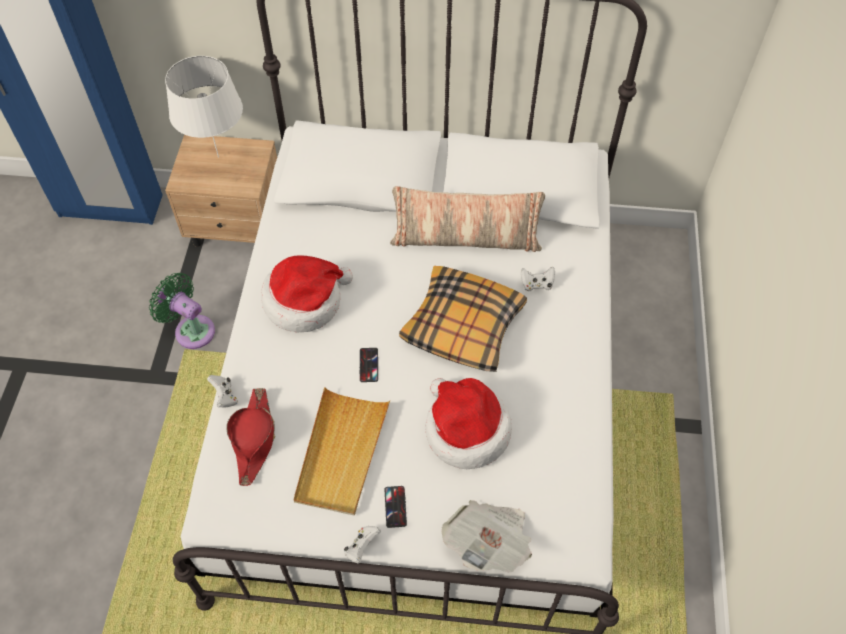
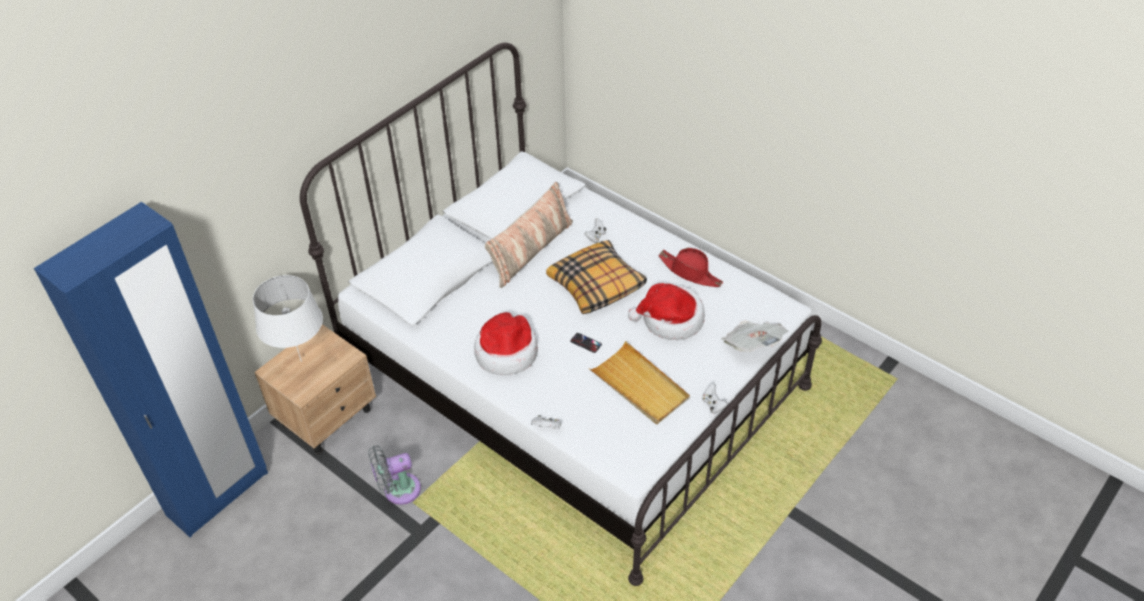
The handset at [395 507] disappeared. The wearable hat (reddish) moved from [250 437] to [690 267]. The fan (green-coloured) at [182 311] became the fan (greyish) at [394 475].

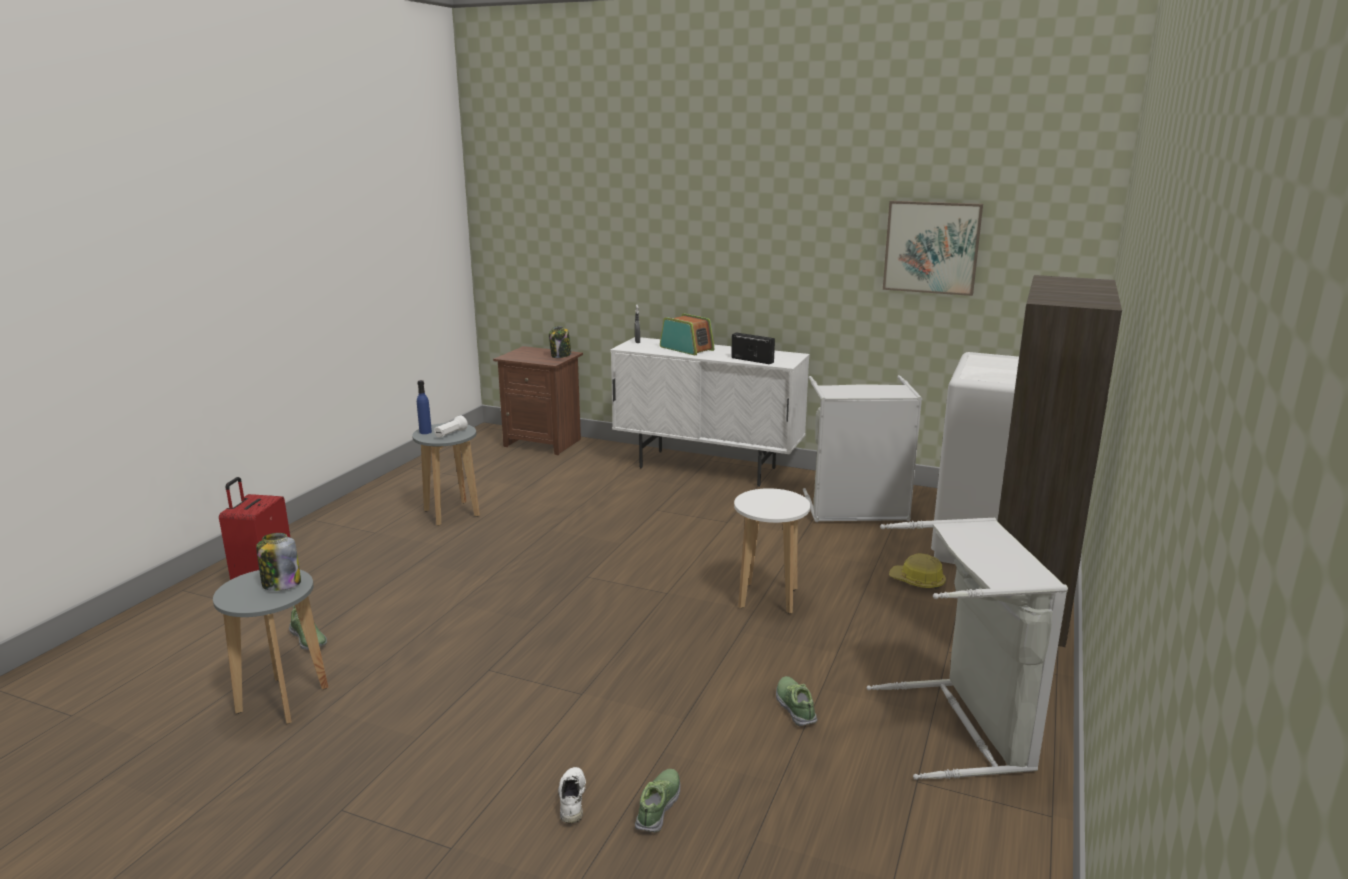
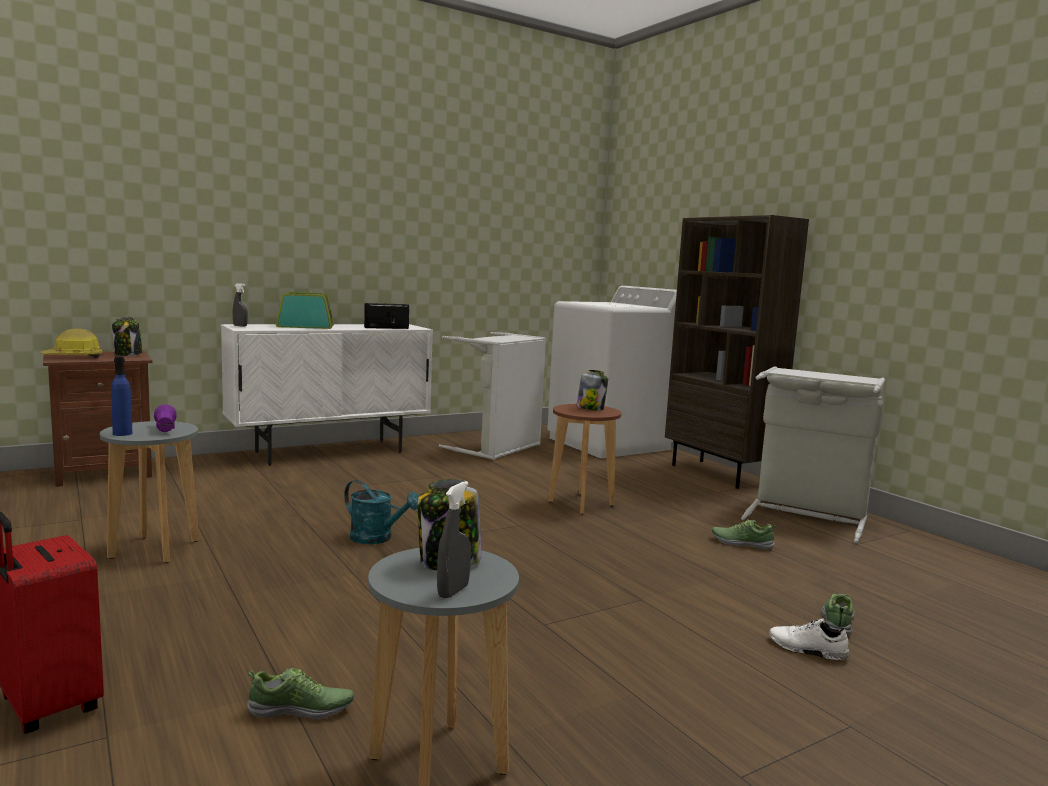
The wall art at [933 248] disappeared. The sprinkling can (blue-green) at [381 512] appeared. The sprayer (greyish) at [454 539] appeared. The storage jar at [592 390] appeared. The hard hat moved from [917 571] to [71 343]. The flashlight (white-coloured) at [451 427] became the flashlight (purple) at [165 418]. The stool (white-coloured) at [772 551] became the stool (brownish) at [585 459]. The low shoe at [658 801] turned 60 degrees clockwise.

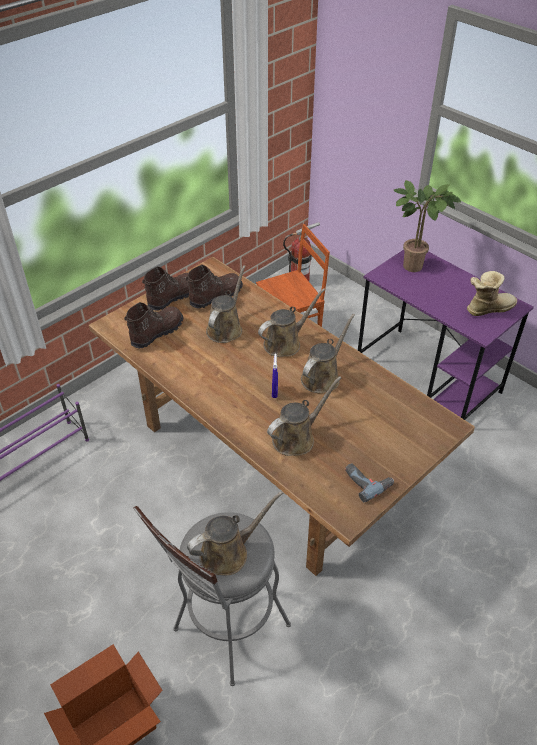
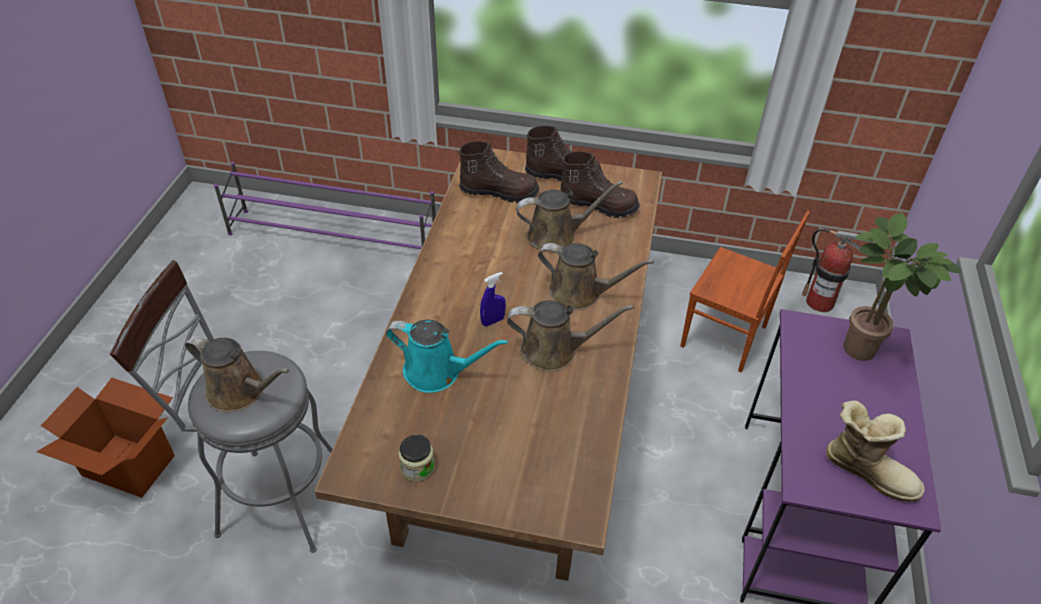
The power drill at [369 482] was replaced by the storage jar at [416 458]. The sprinkling can (brownish) at [304 416] became the sprinkling can (blue-green) at [447 356].

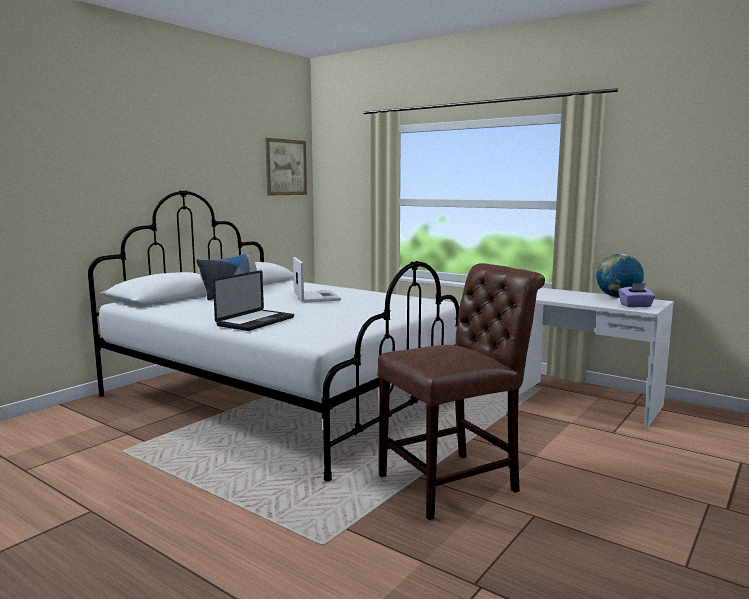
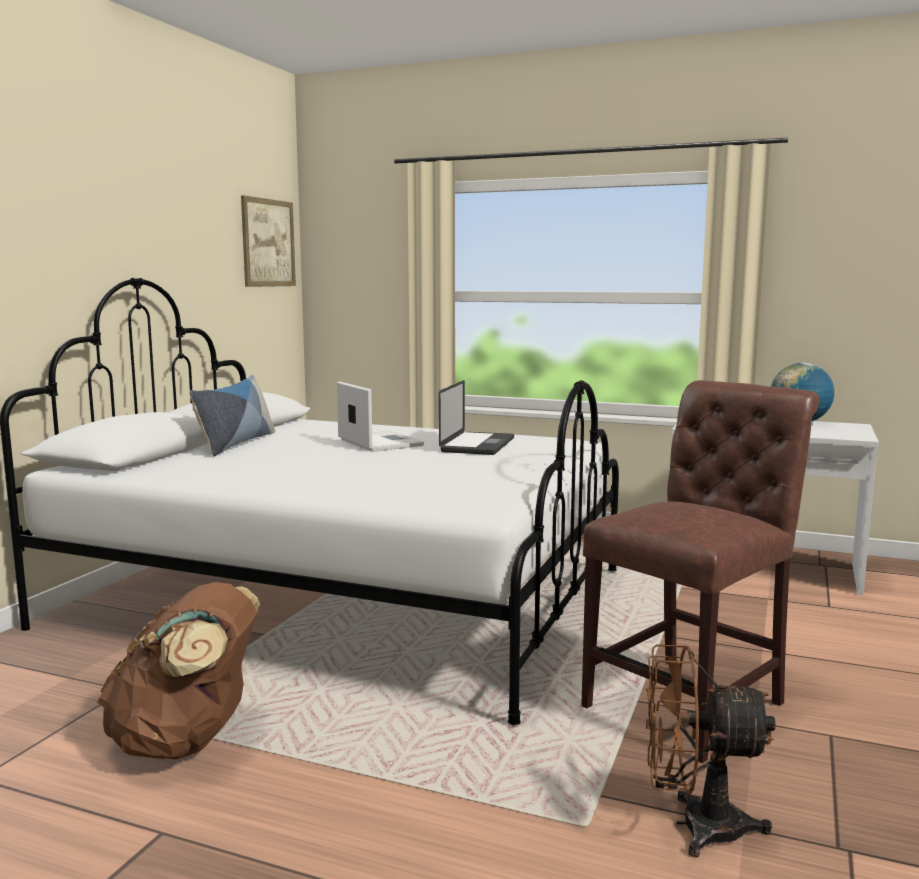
The box of tissues (purple) at [637 295] disappeared. The rucksack (brownish) at [178 670] appeared. The fan (brownish) at [711 750] appeared. The laptop moved from [253 300] to [476 417].

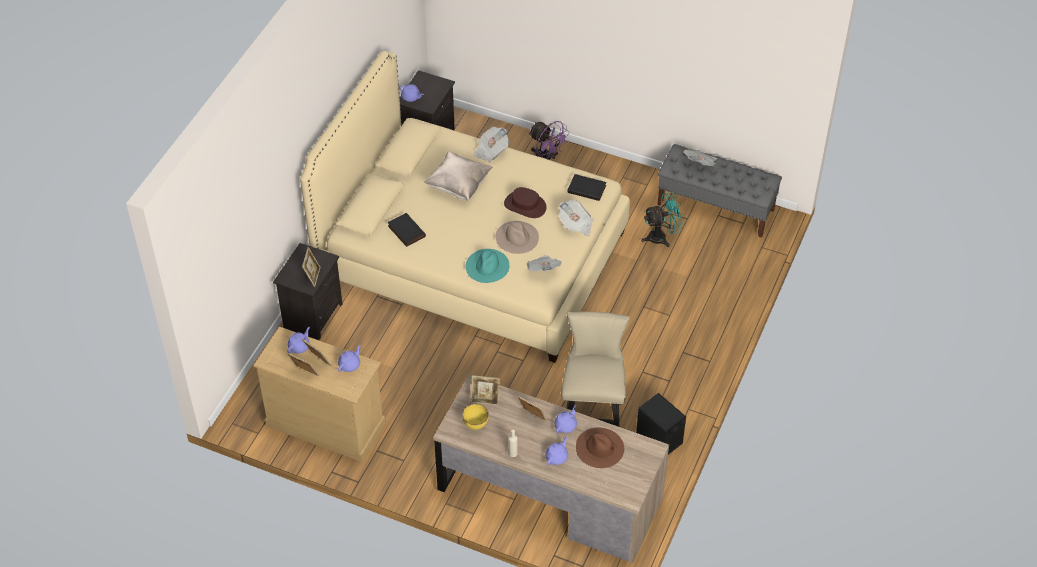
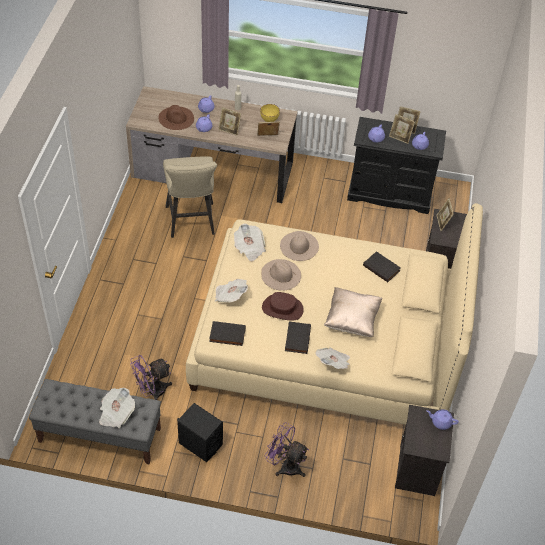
The volume (black) at [298 337] appeared. The speaker (black) moved from [661 423] to [200 432]. The dresser (sand-coloured) at [320 394] became the dresser (black) at [396 165]. The wearable hat (blue-green) at [487 266] became the wearable hat (sand-coloured) at [299 246]. The fan (blue-green) at [662 219] became the fan (purple) at [151 377].

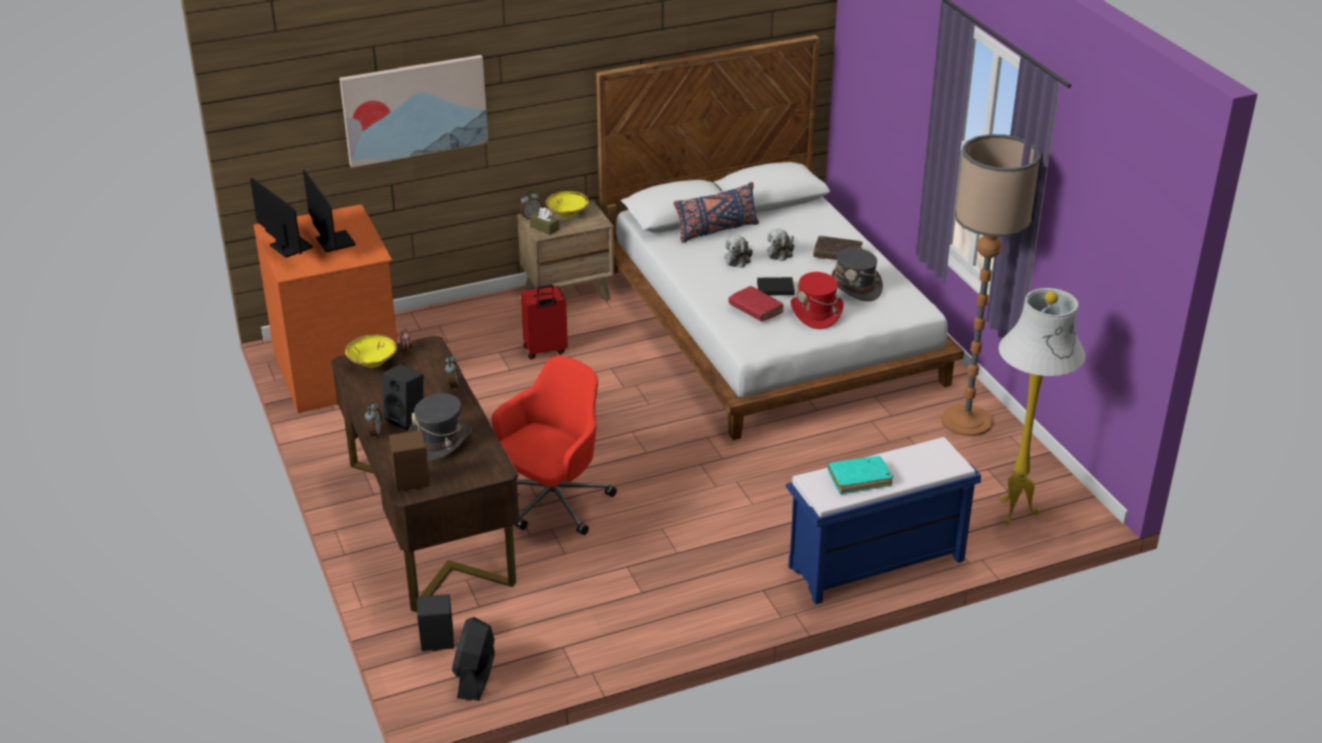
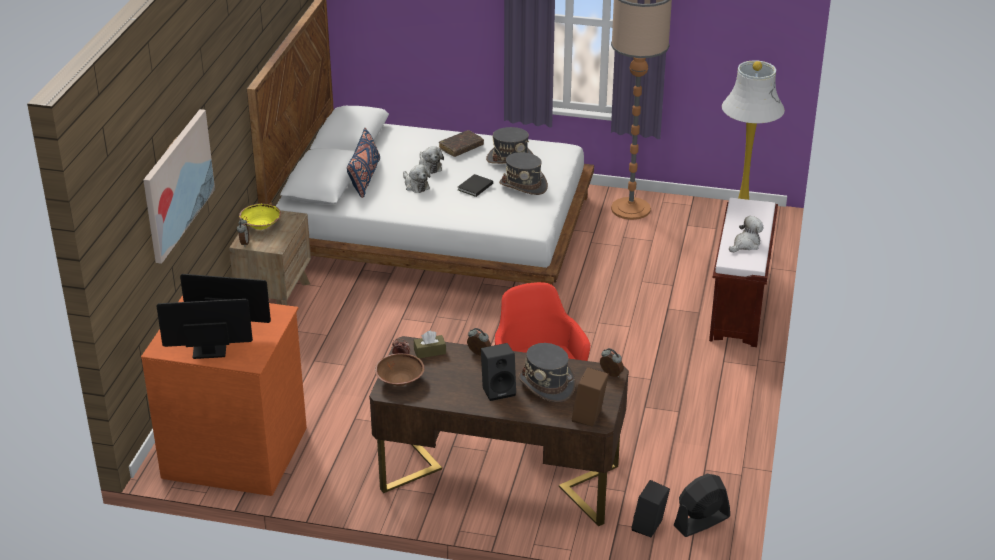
The suitcase (reddish) at [544 321] disappeared. The volume (reddish) at [756 303] disappeared. The bedside clock moved from [373 420] to [612 362]. The box of tissues (brownish) moved from [544 221] to [430 344]. The volume (blue-green) at [860 475] was replaced by the soft toy at [746 234]. The serving bowl (yellowish) at [371 351] became the serving bowl (brownish) at [400 369]. The indoor bench (bluish) at [883 521] became the indoor bench (brownish) at [743 272]. The wearable hat (reddish) at [817 300] became the wearable hat (greyish) at [523 173]. The fan (black) at [473 659] turned 105 degrees clockwise.

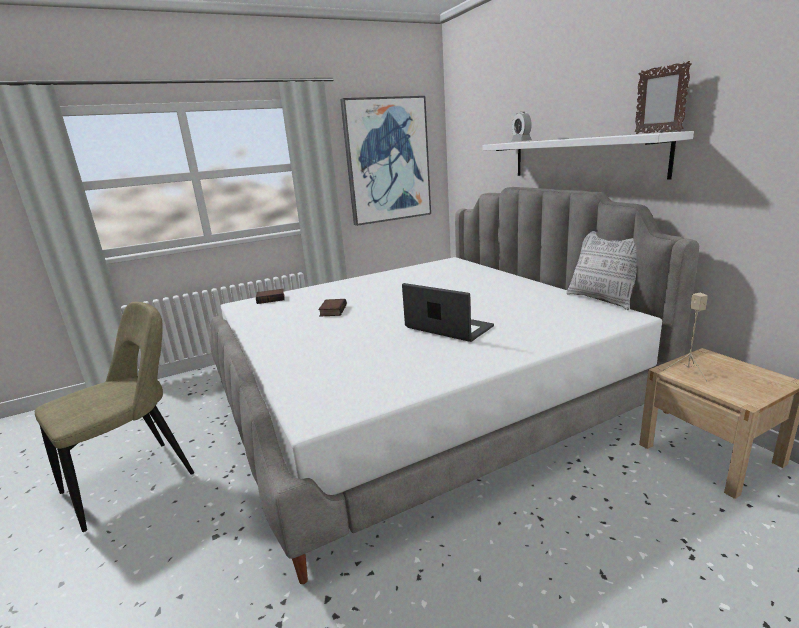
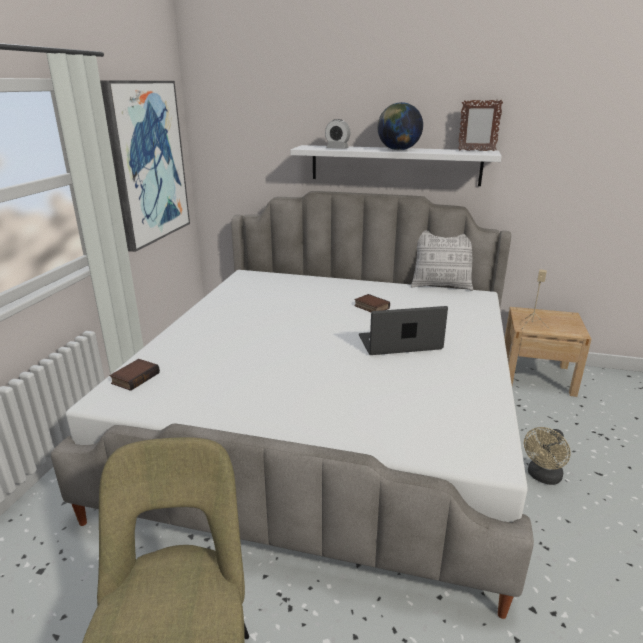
The world globe at [400 126] appeared. The fan (sand-coloured) at [547 456] appeared. The volume moved from [332 308] to [372 303].

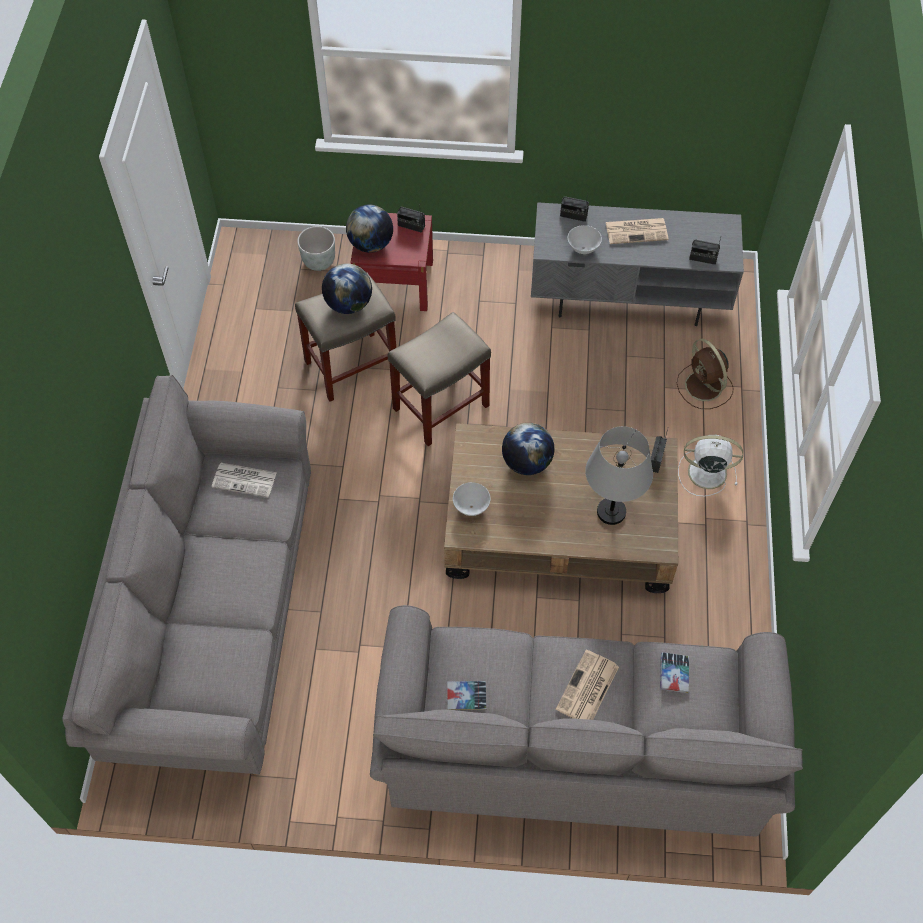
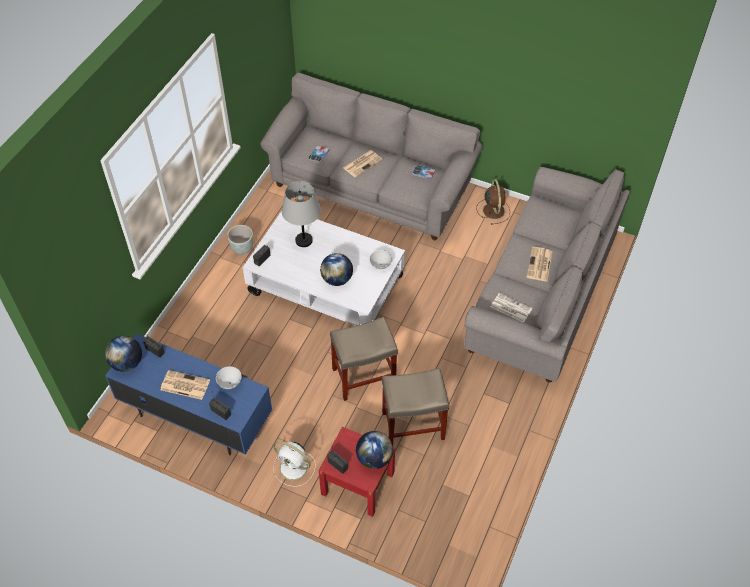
The daily paper at [539 264] appeared. The plant pot (greyish) moved from [316 248] to [240 240]. The world globe moved from [347 288] to [123 354]. The fan (brownish) moved from [705 374] to [493 202]. The fan (white-coloured) moved from [710 466] to [294 464]. The coffee table (brownish) at [561 508] became the coffee table (white-coloured) at [324 268]. The tv unit (greyish) at [637 264] became the tv unit (bluish) at [188 394].

